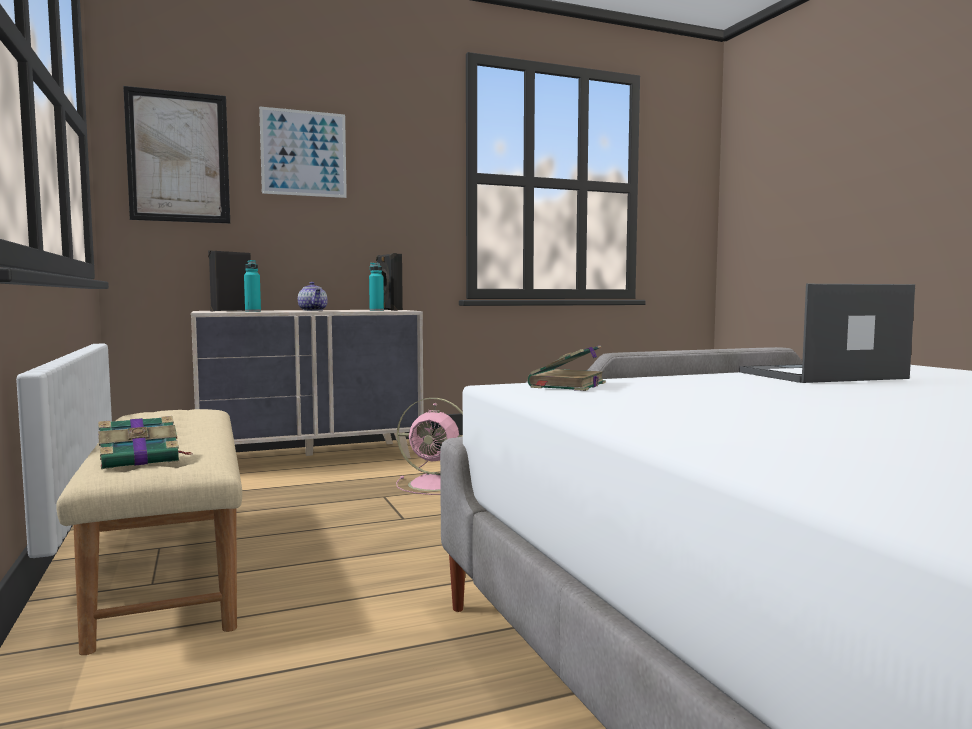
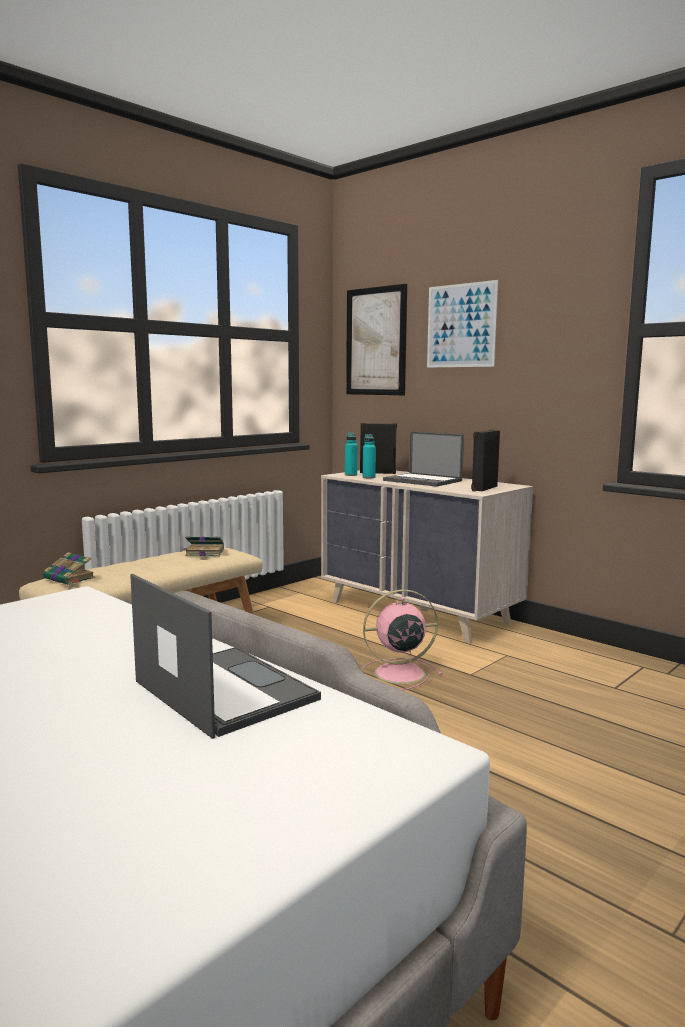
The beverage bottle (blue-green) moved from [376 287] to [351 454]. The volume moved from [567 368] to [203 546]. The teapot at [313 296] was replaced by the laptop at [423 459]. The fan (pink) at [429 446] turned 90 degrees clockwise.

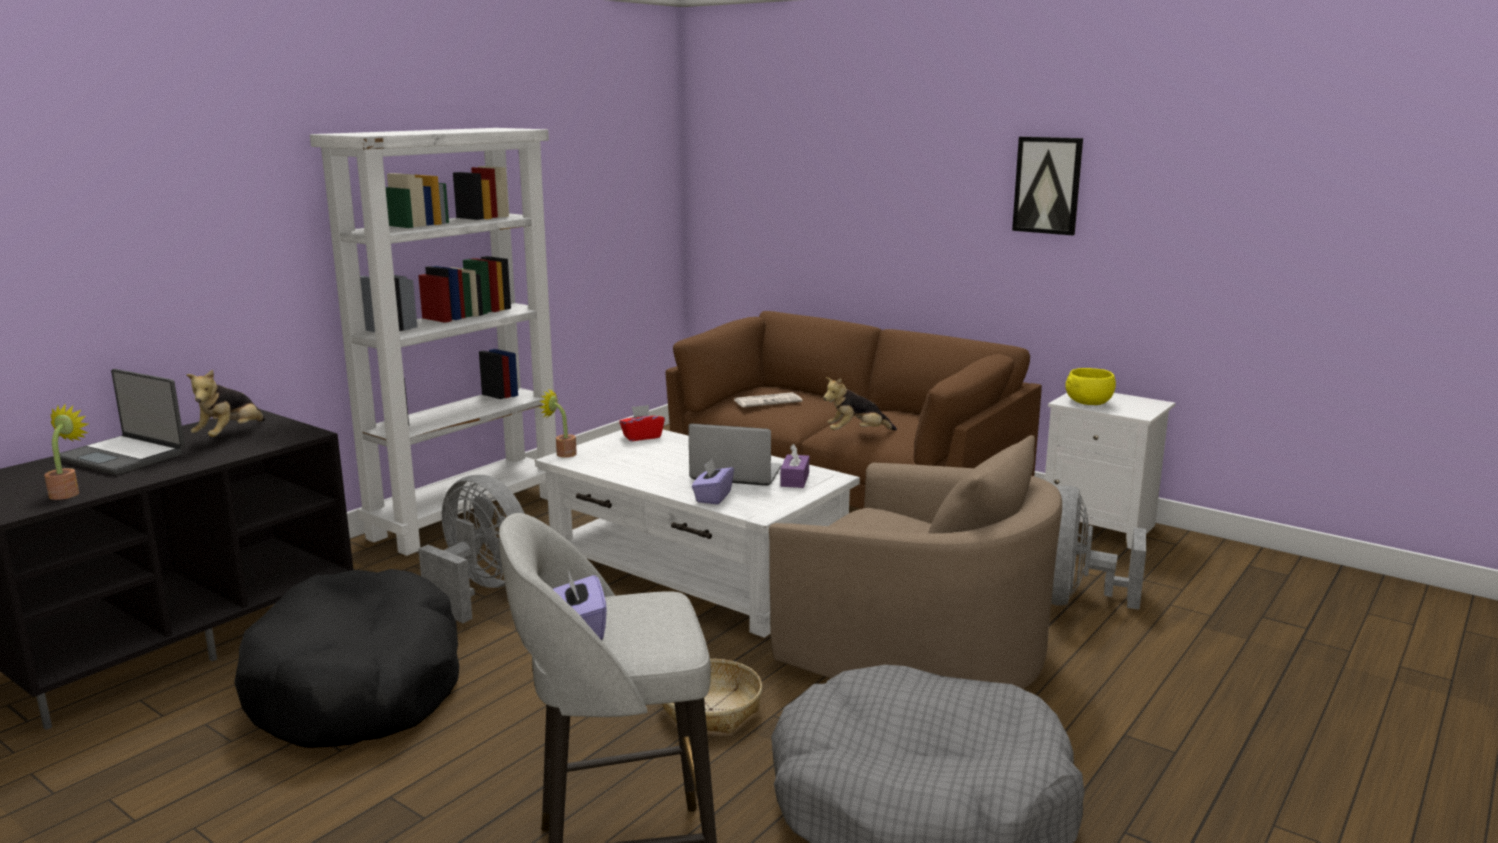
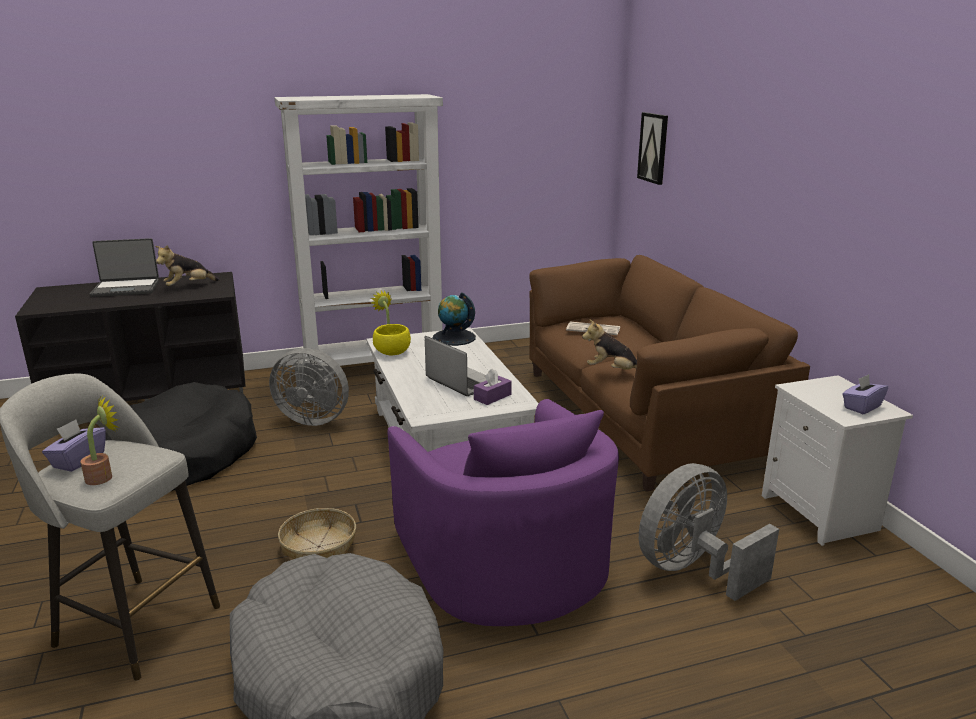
The houseplant moved from [66 452] to [100 440]. The box of tissues (purple) moved from [713 482] to [865 394]. The wall art moved from [1047 186] to [652 148]. The serving bowl (yellowish) moved from [1090 386] to [392 340]. The box of tissues (reddish) at [642 423] was replaced by the world globe at [454 319]. The lounge chair (sand-coloured) at [915 562] became the lounge chair (purple) at [503 512]. The laptop at [122 422] turned 75 degrees counterclockwise. The fan (greyish) at [471 549] turned 120 degrees clockwise.

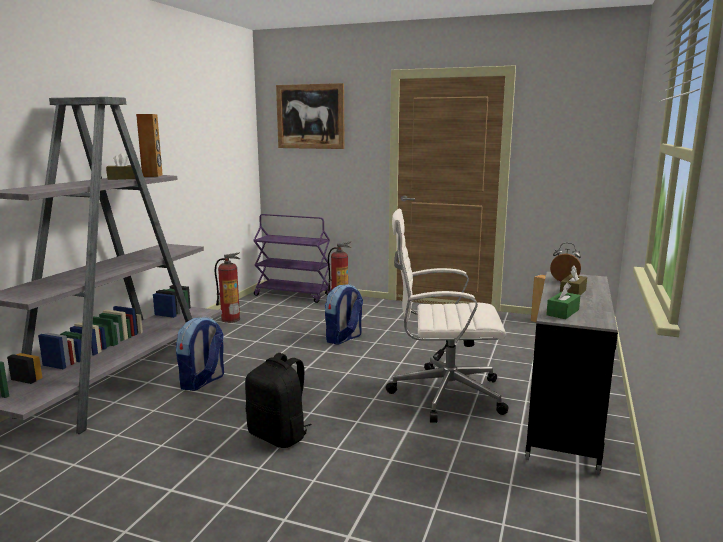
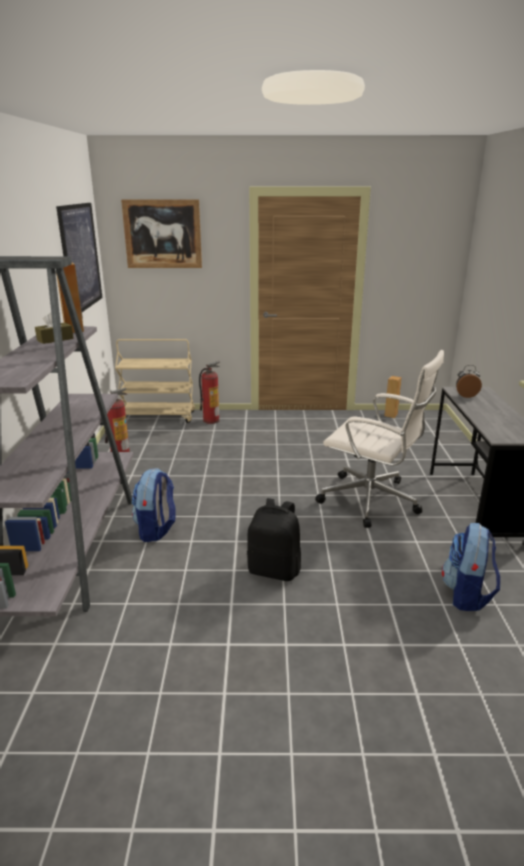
The box of tissues (green-coloured) at [563 300] disappeared. The box of tissues (brownish) at [573 280] disappeared. The wall art at [79 257] appeared. The rucksack moved from [344 314] to [471 567]. The trolley (purple) at [292 258] became the trolley (sand-coloured) at [155 381]. The office chair (white-coloured) at [447 316] turned 135 degrees counterclockwise.

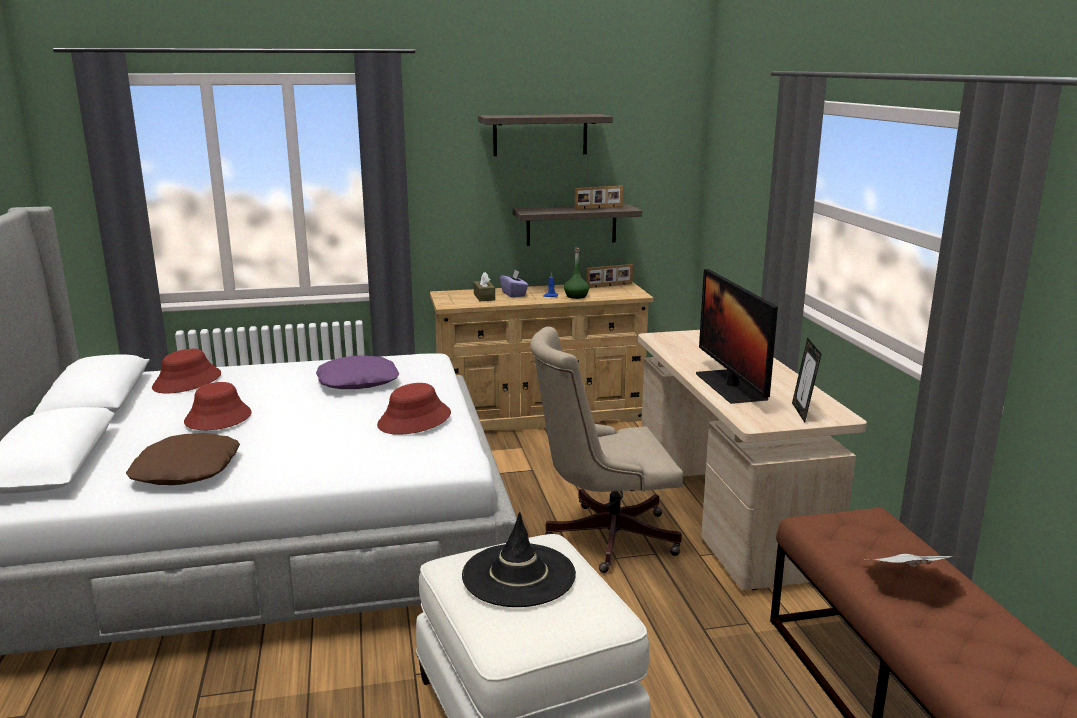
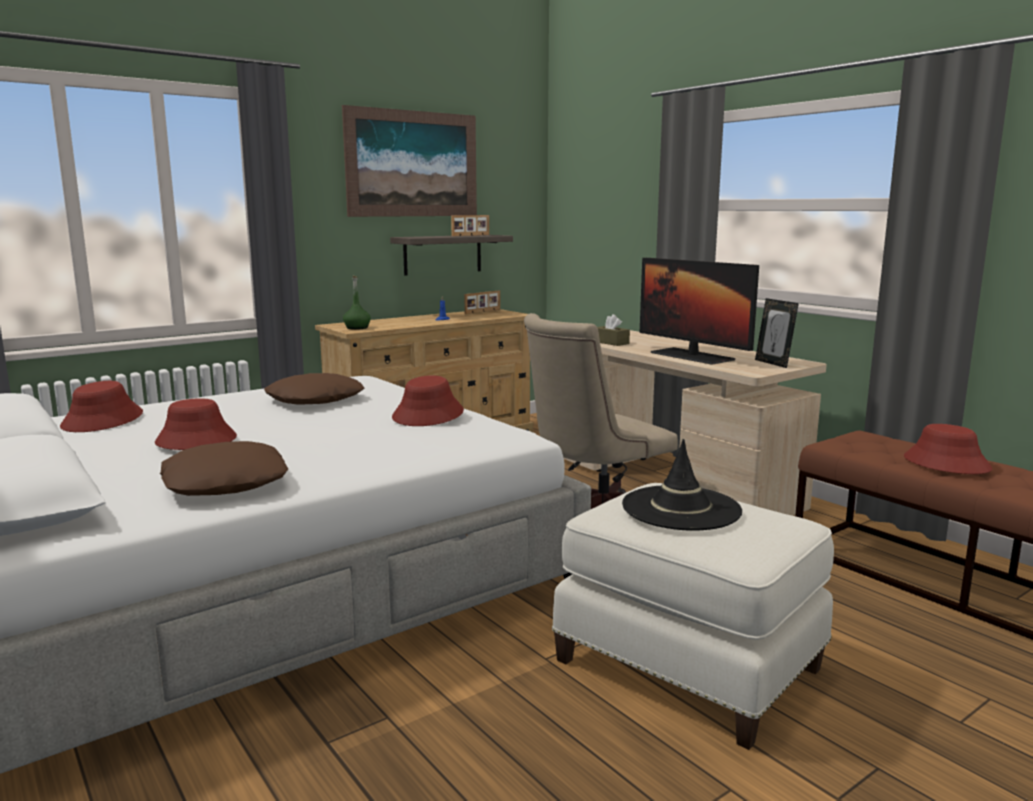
The box of tissues (purple) at [514 284] disappeared. The box of tissues (brownish) moved from [484 286] to [613 330]. The beverage bottle (green-coloured) moved from [576 273] to [357 303]. The wall shelf at [545 135] was replaced by the wall art at [409 161]. The daily paper at [912 560] was replaced by the wearable hat (reddish) at [948 449]. The pillow (purple) at [357 372] became the pillow (brownish) at [314 389].

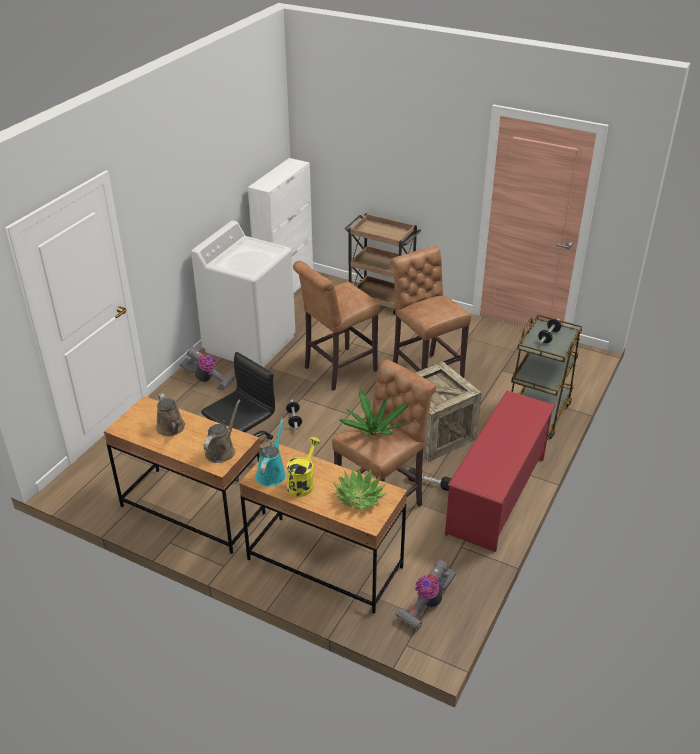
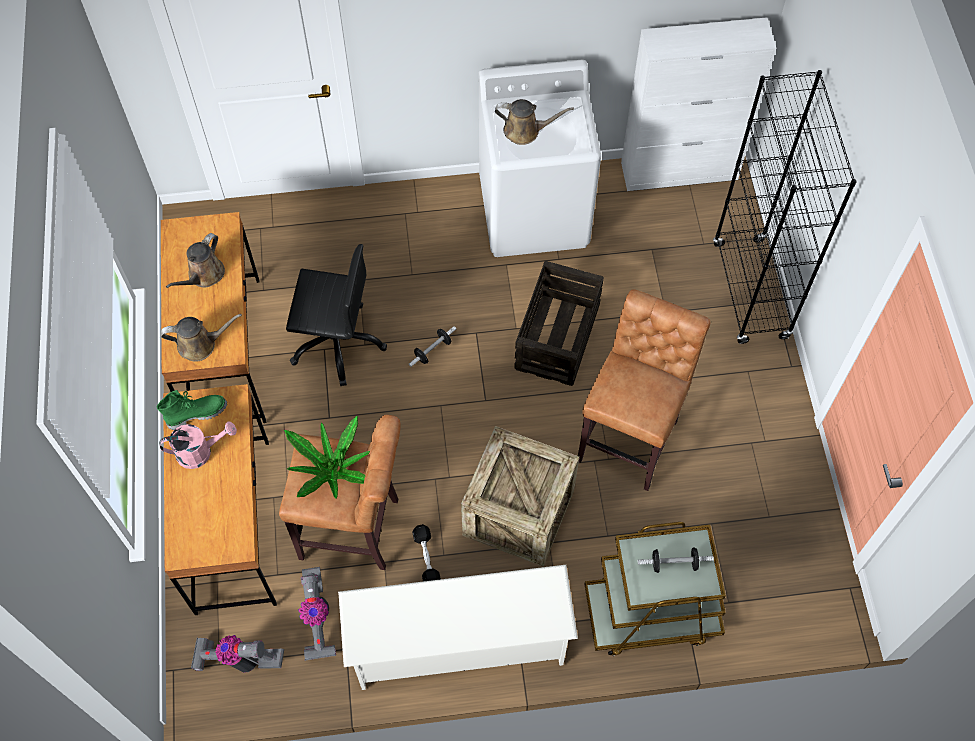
The houseplant at [360 488] disappeared. The sprinkling can (brownish) at [534 122] appeared. The hoover moved from [207 369] to [317 614]. The sprinkling can (blue-green) at [270 452] was replaced by the high-top boot (green-coloured) at [192 410]. The stool (brownish) at [336 326] was replaced by the crate at [559 323]. The trolley (brownish) at [383 264] was replaced by the bookcase (black) at [785 207]. The sprinkling can (yellowish) at [303 467] became the sprinkling can (pink) at [198 445]. The shoe rack (reddish) at [500 471] became the shoe rack (white-coloured) at [458 627].

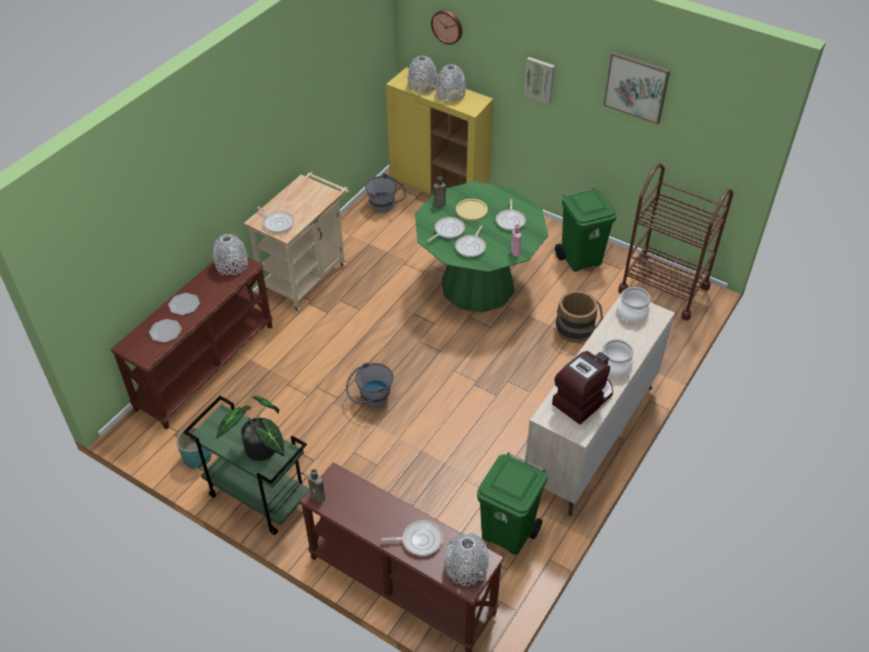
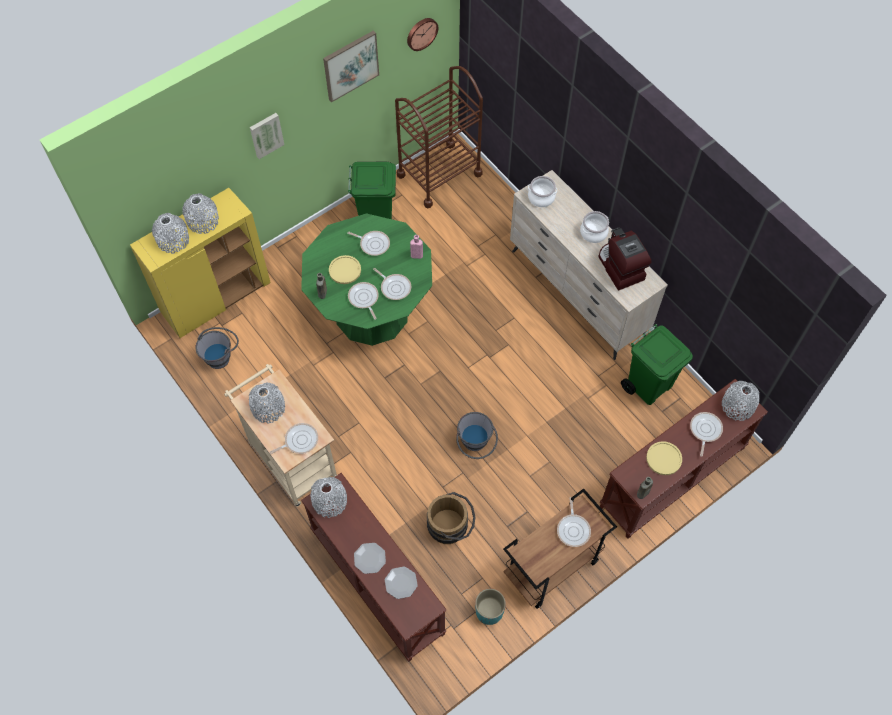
The vase (greyish) at [267 403] appeared. The flat dish (yellowish) at [664 458] appeared. The clock on the wall moved from [446 27] to [422 34]. The water bucket (brownish) moved from [579 317] to [451 518]. The houseplant at [250 428] was replaced by the pan at [574 522]. The trolley (green-coloured) at [246 465] became the trolley (brownish) at [560 549].

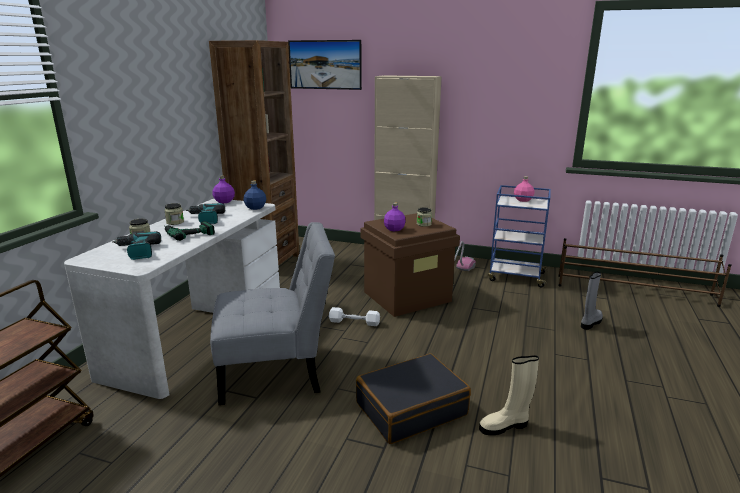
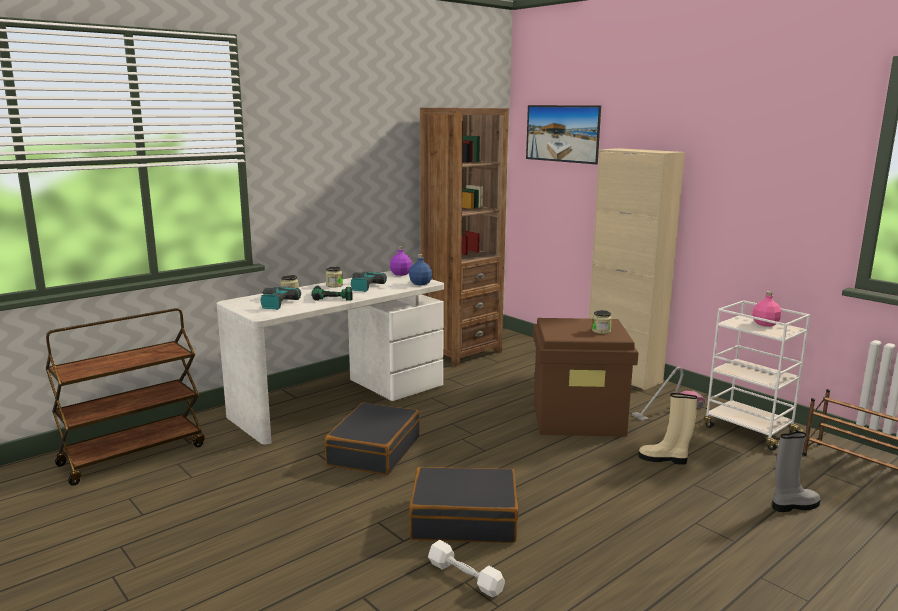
The beverage bottle (purple) at [394 217] disappeared. The free weight (white-coloured) moved from [354 316] to [466 568]. The high-top boot (sand-coloured) moved from [509 395] to [668 429]. The upright chair (greyish) at [272 313] was replaced by the suitcase (black) at [372 438]. The trolley (bluish) at [519 236] became the trolley (white-coloured) at [757 375].

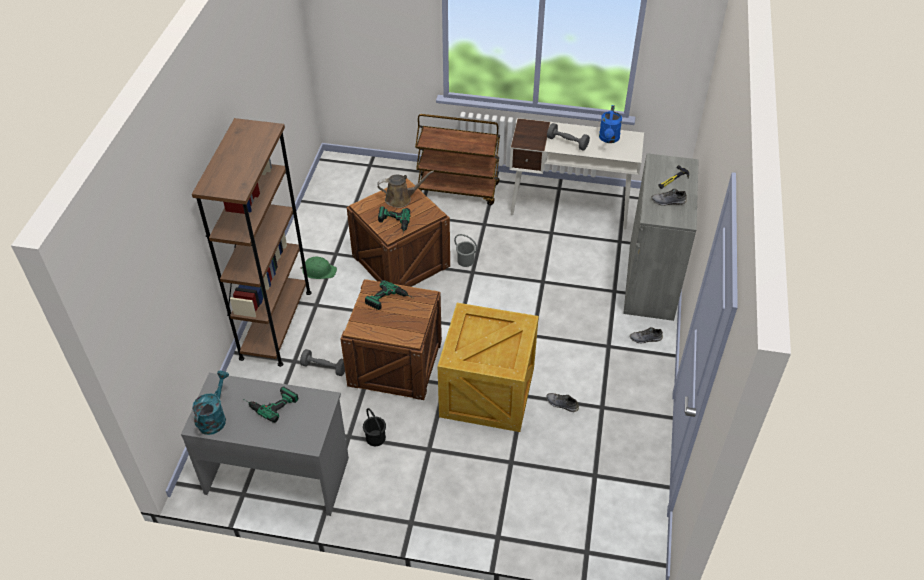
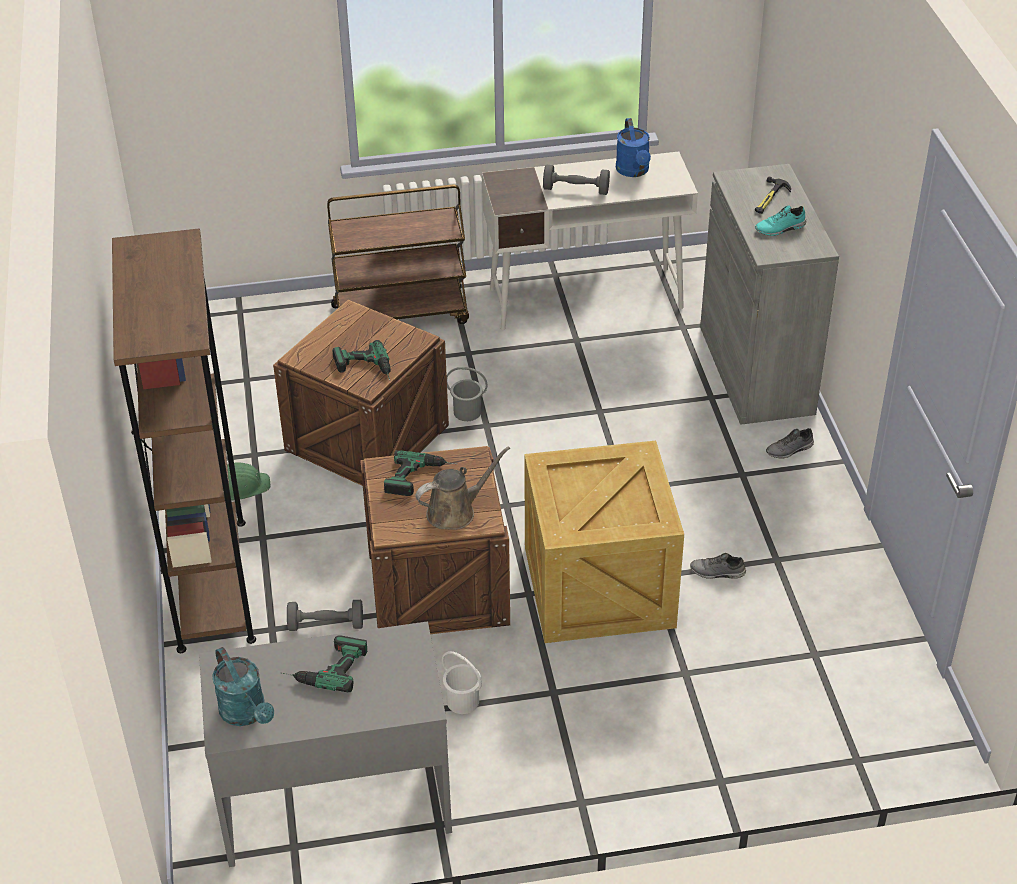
The sprinkling can (brownish) moved from [405 189] to [462 488]. The water bucket (black) at [374 427] became the water bucket (white-coloured) at [462 682]. The low shoe (greyish) at [669 197] became the low shoe (blue-green) at [781 220]. The sprinkling can (blue-green) at [210 403] turned 150 degrees clockwise.

